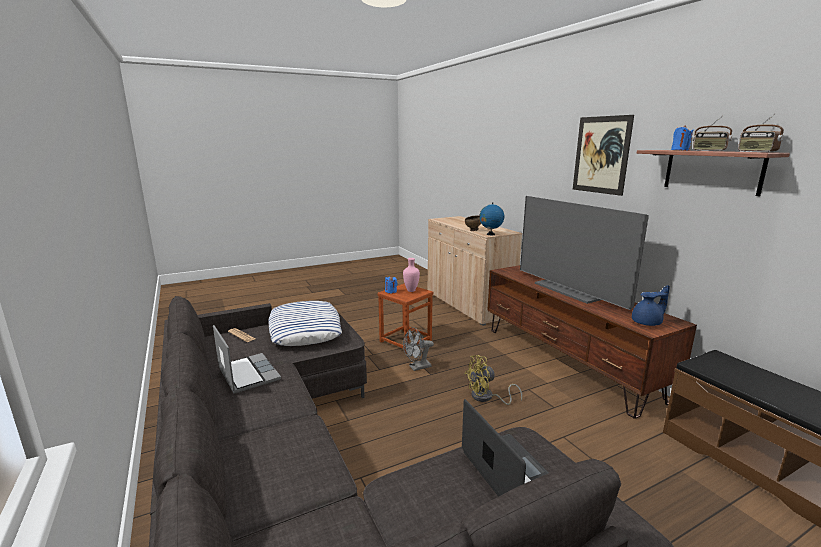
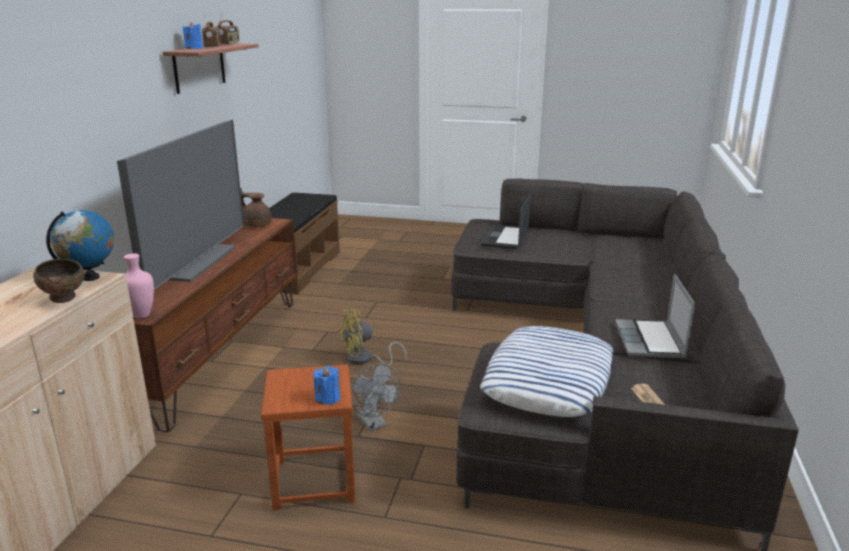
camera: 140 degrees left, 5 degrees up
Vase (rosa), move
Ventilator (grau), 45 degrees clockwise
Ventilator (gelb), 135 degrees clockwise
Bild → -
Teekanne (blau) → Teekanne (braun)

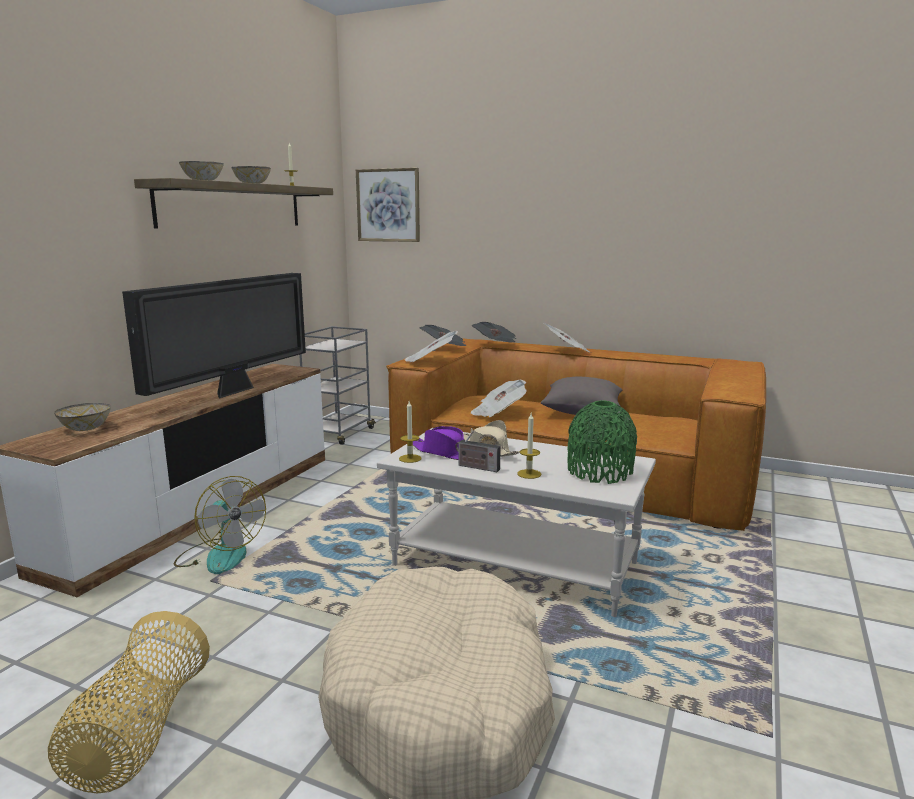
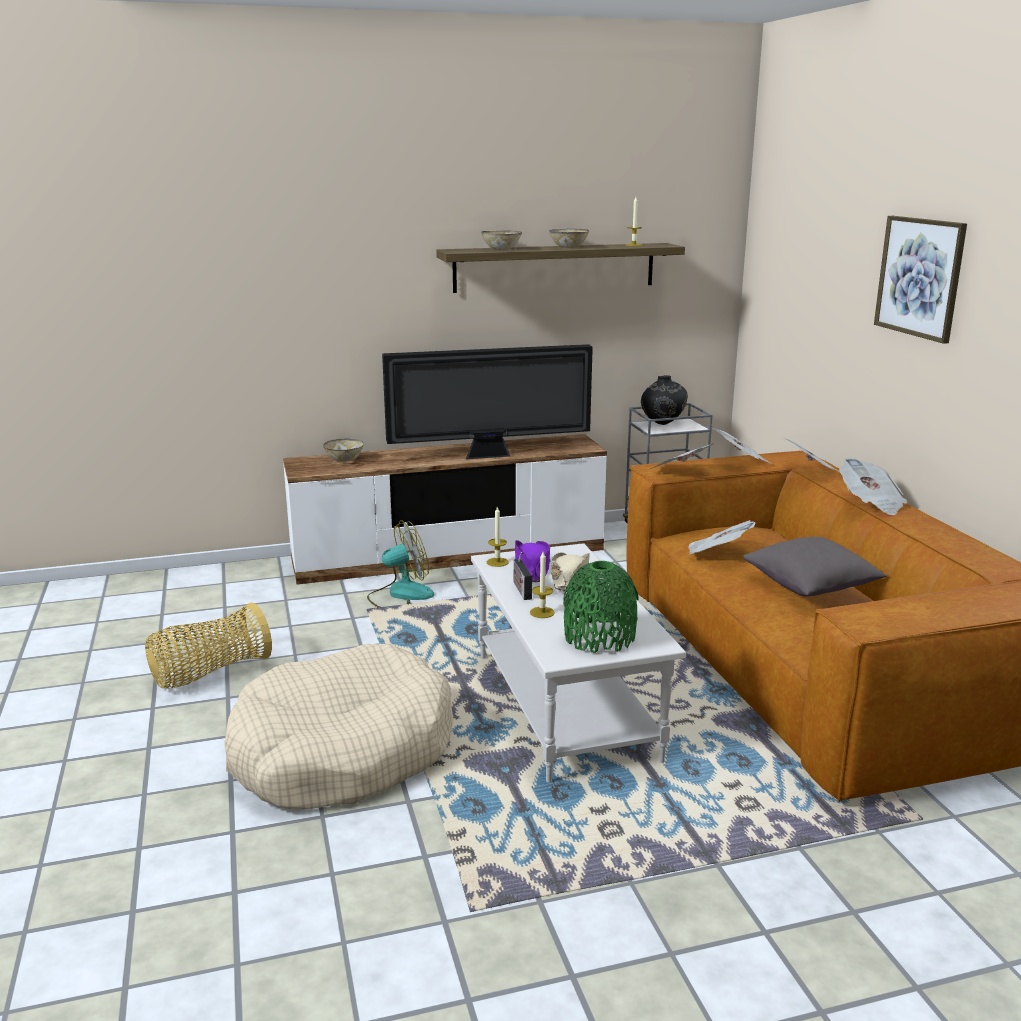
camera: 50 degrees right, 5 degrees up
Ventilator, 120 degrees counterclockwise
Bild, move
- → Vase (schwarz)

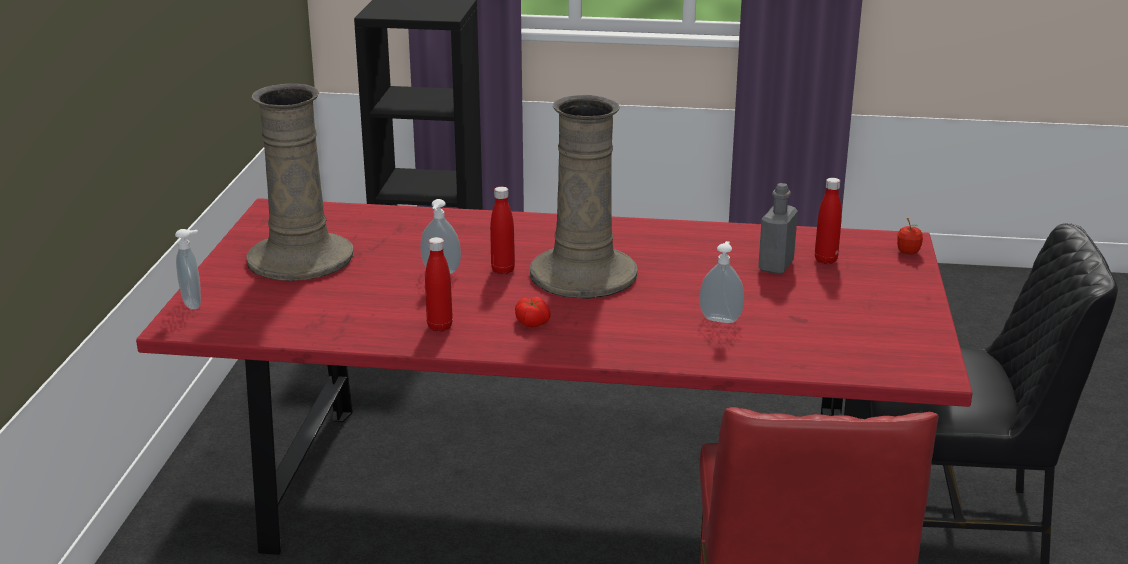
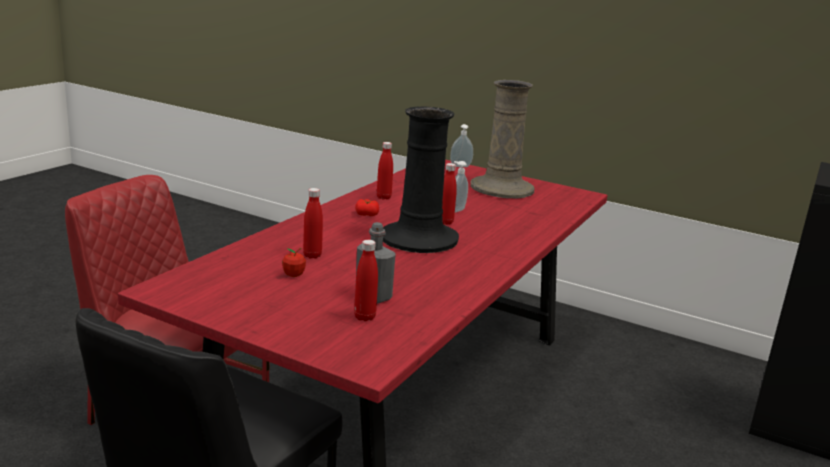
camera: 110 degrees right, 5 degrees down
Vase (beige) (2nd from left) → Vase (schwarz)
Seifenspender (3rd from left) → Flasche (rot) (1st from left)
Apfel, move

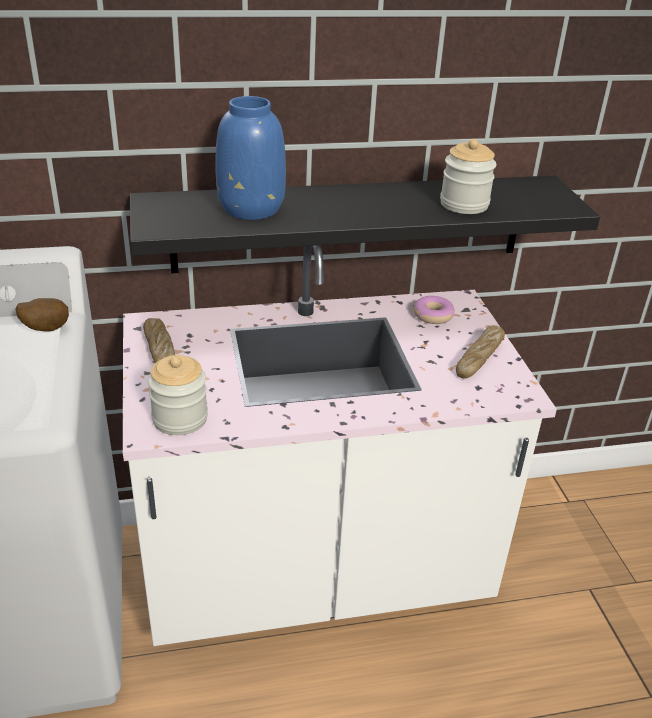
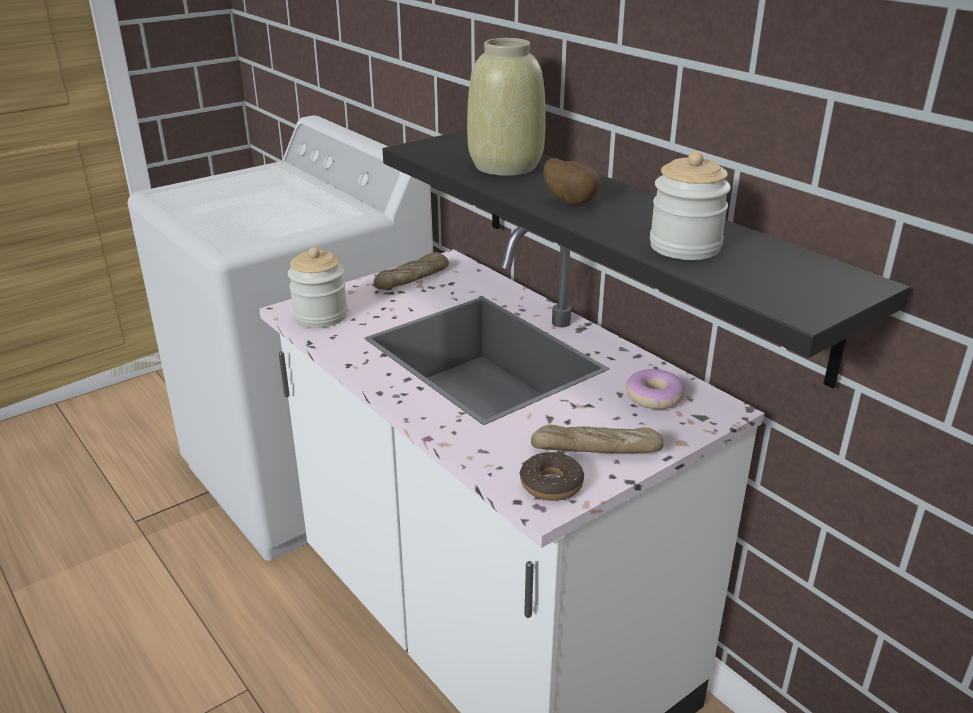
camera: 65 degrees right, 5 degrees down
Kartoffel, move
Vase (blau) → Vase (beige)
- → Donut (1st from left)

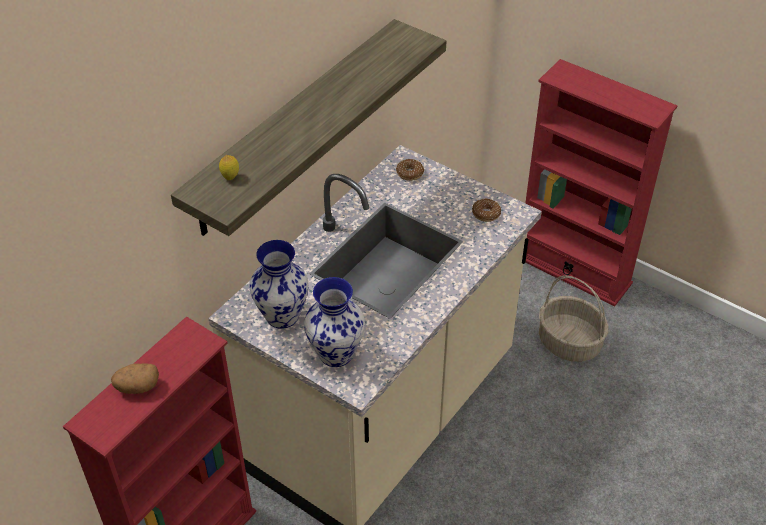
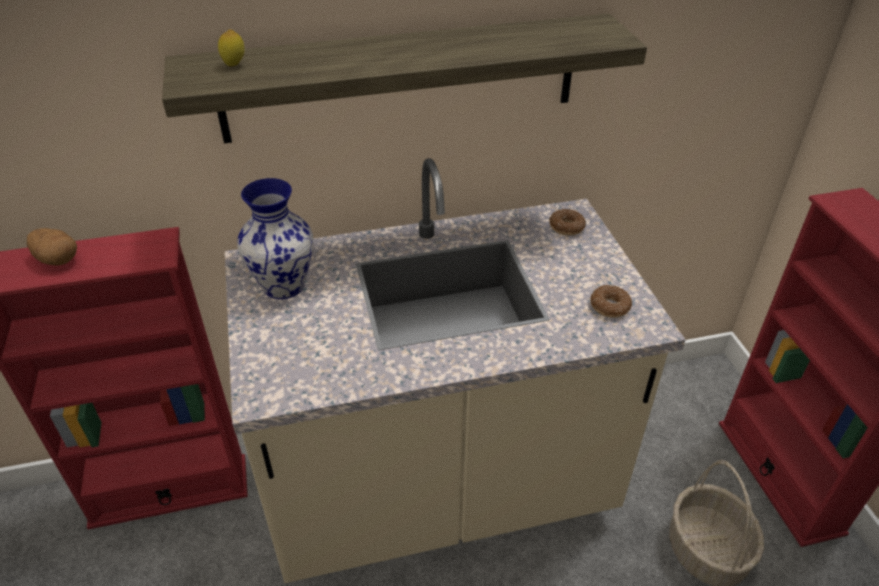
camera: 40 degrees right, 5 degrees down
Vase (2nd from left) → -

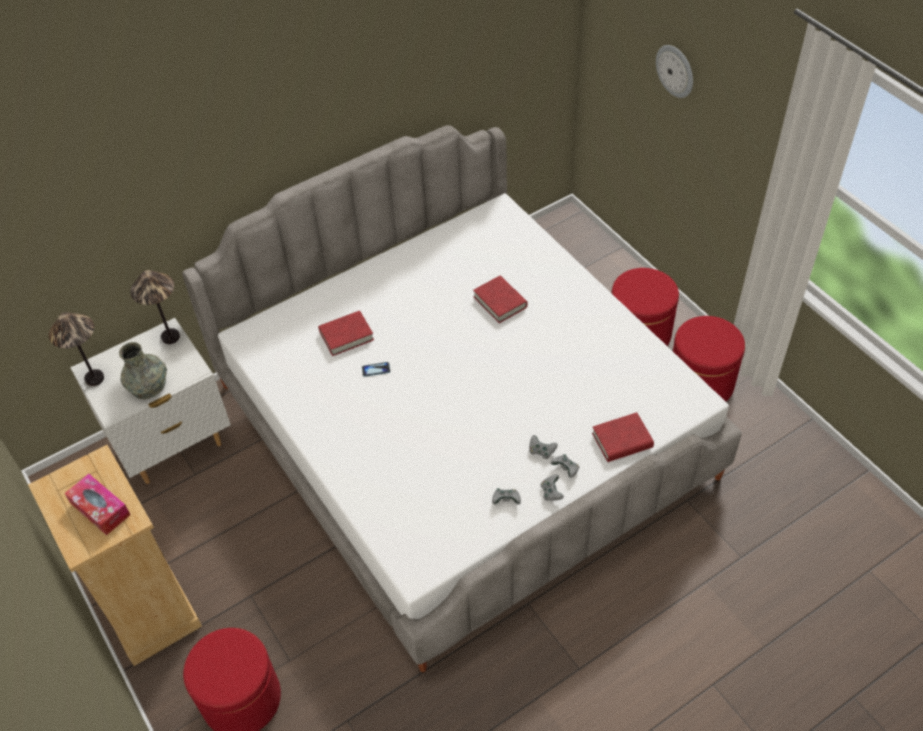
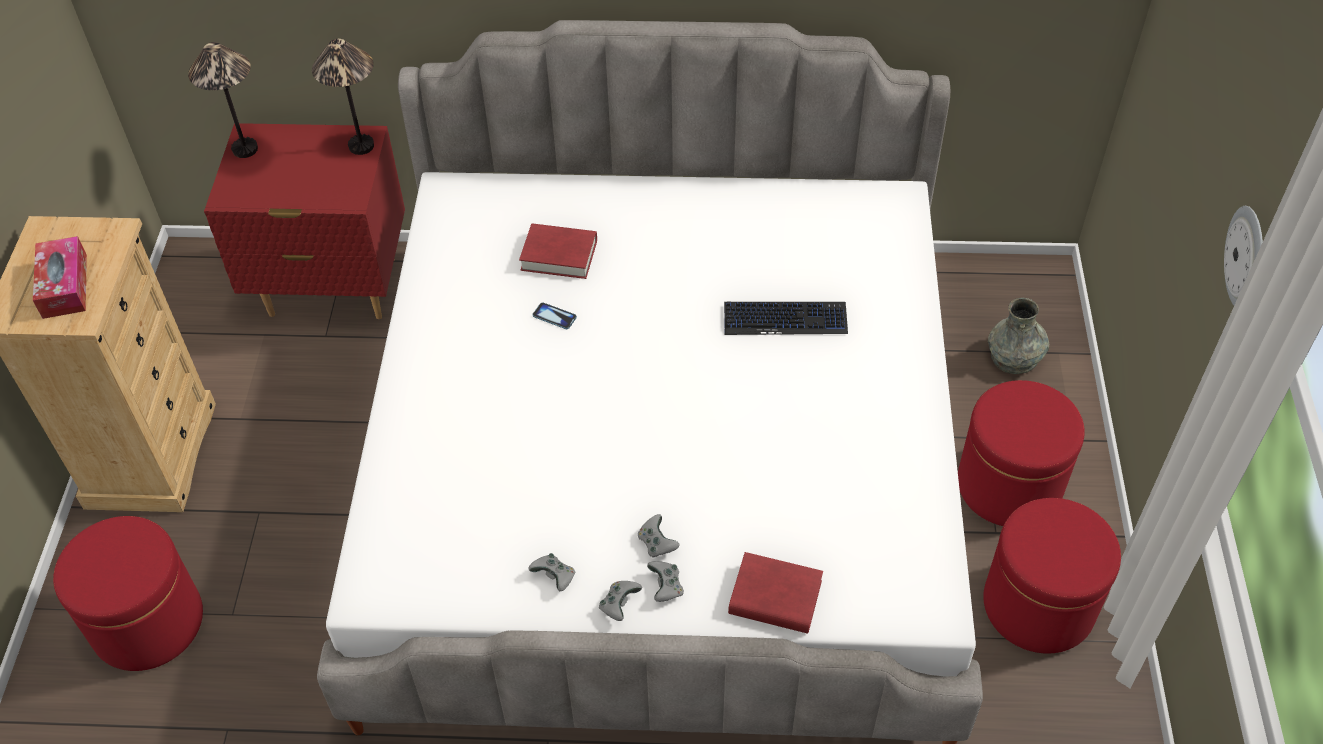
camera: 35 degrees right, 0 degrees up
Nachttisch (weiß) → Nachttisch (rot)
Vase (grau), move
Buch (rot) (2nd from left) → Tastatur
Wanduhr, move

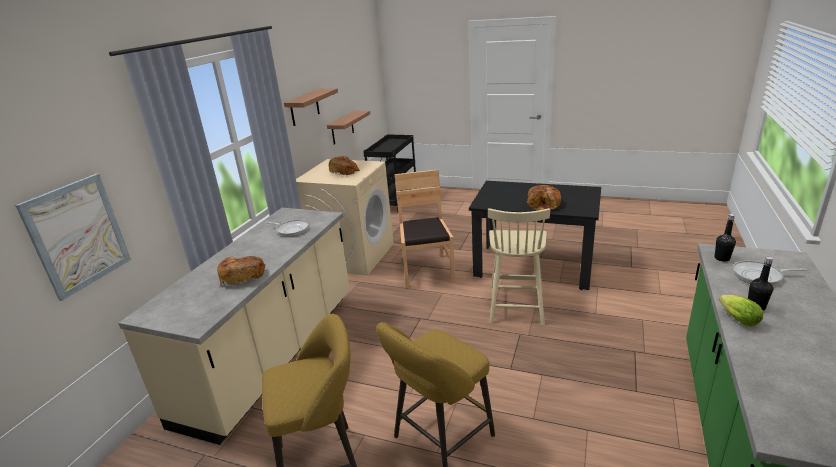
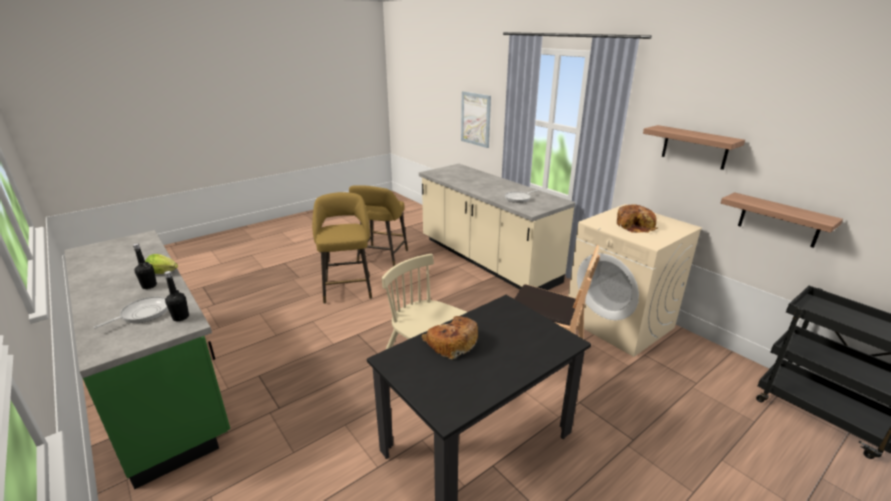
camera: 120 degrees right, 0 degrees up
Brot (1st from left) → -

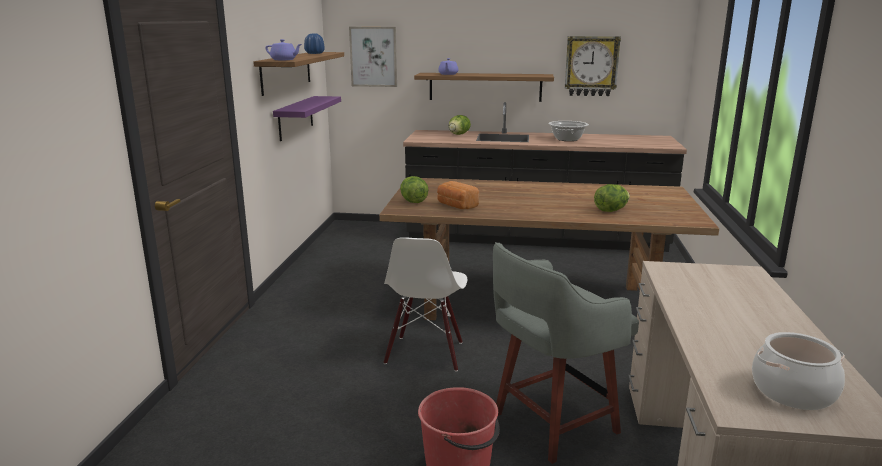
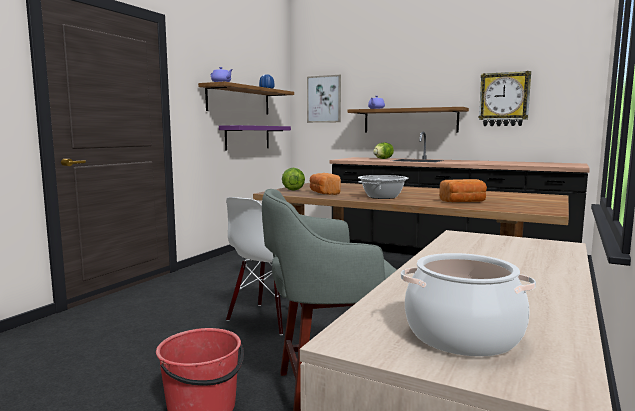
camera: 20 degrees right, 10 degrees down
Kochtopf (1st from left), move
Salatkopf (3rd from left) → Brot (2nd from left)

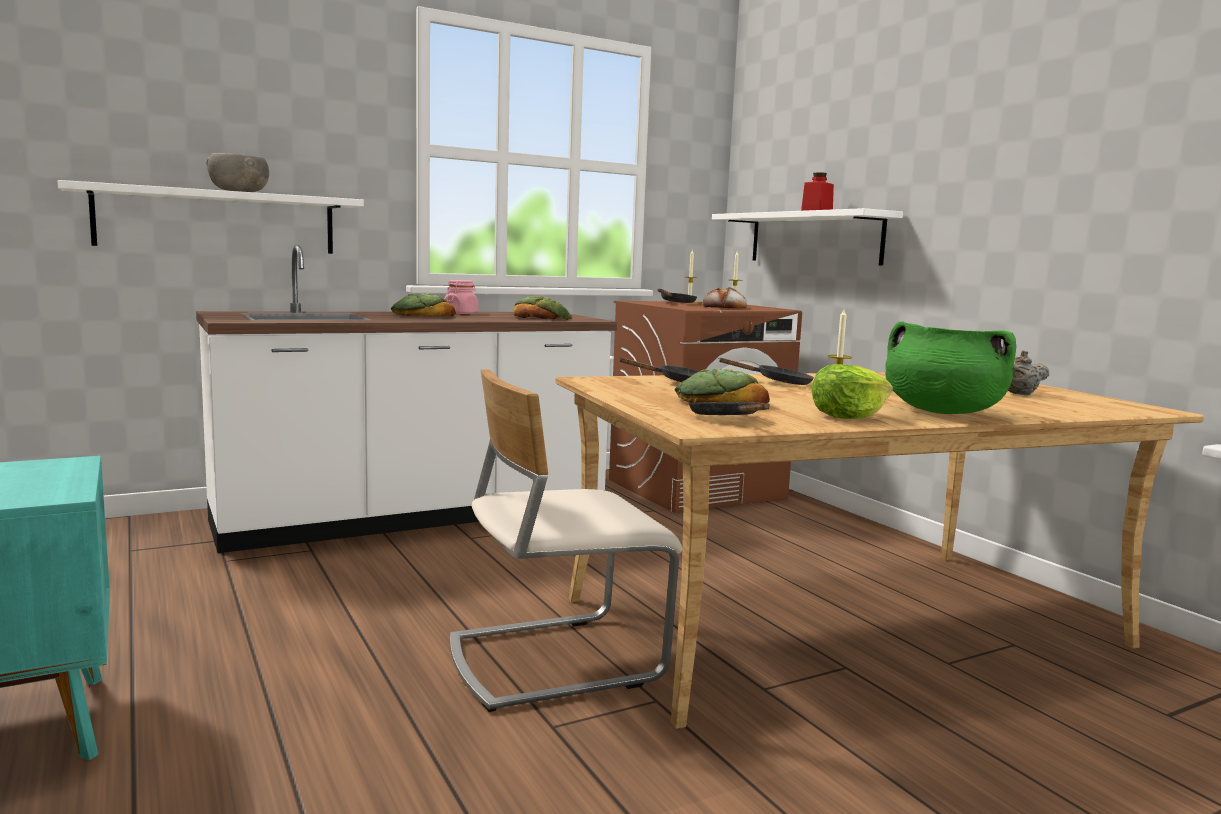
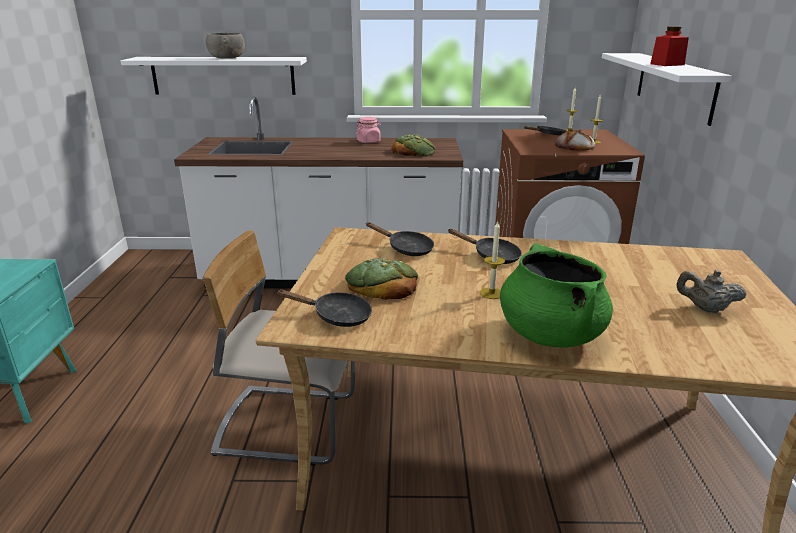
camera: 30 degrees right, 15 degrees up
Brot (1st from left) → -
Pfanne (schwarz) (3rd from left in the first image) → Pfanne (schwarz) (1st from left), 90 degrees clockwise
Salatkopf → -

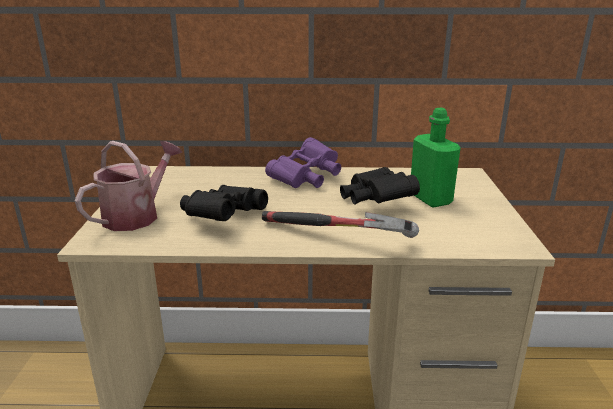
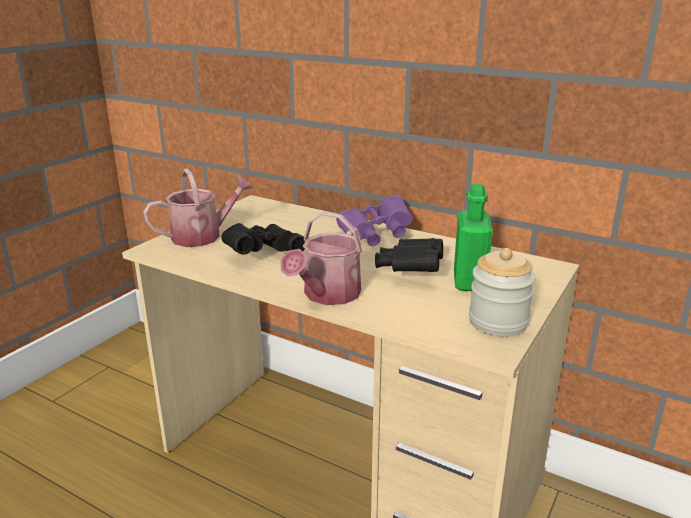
camera: 30 degrees right, 0 degrees up
Hammer → Gießkanne (2nd from left)
- → Vorratsglas

